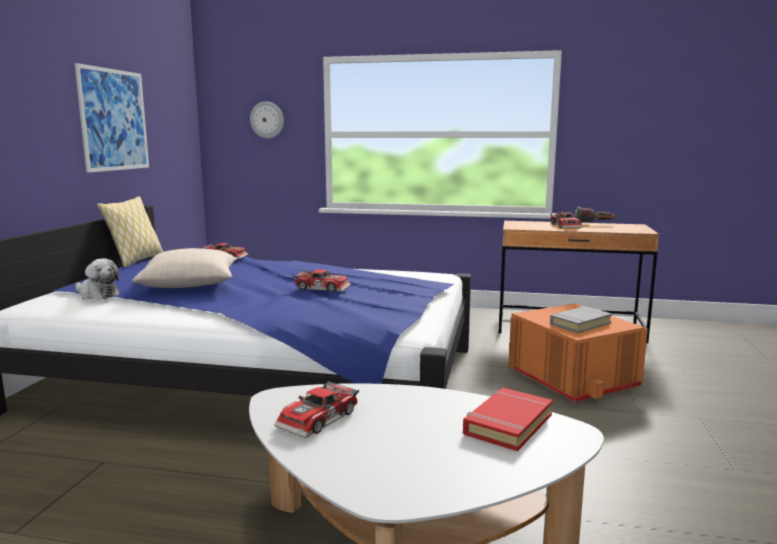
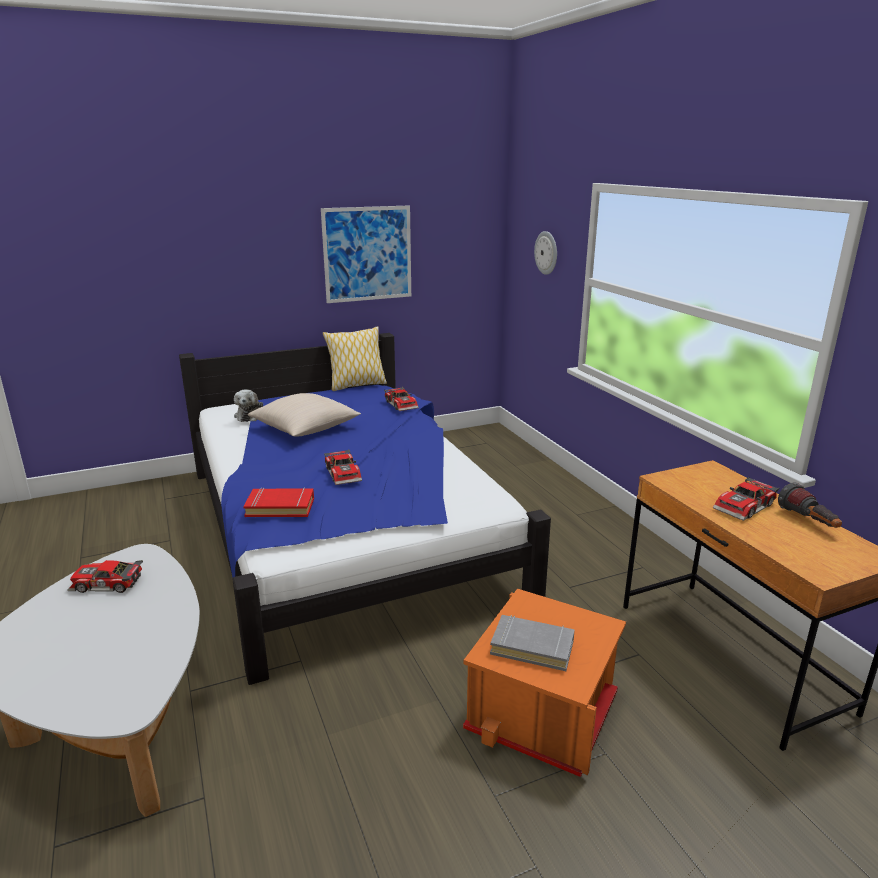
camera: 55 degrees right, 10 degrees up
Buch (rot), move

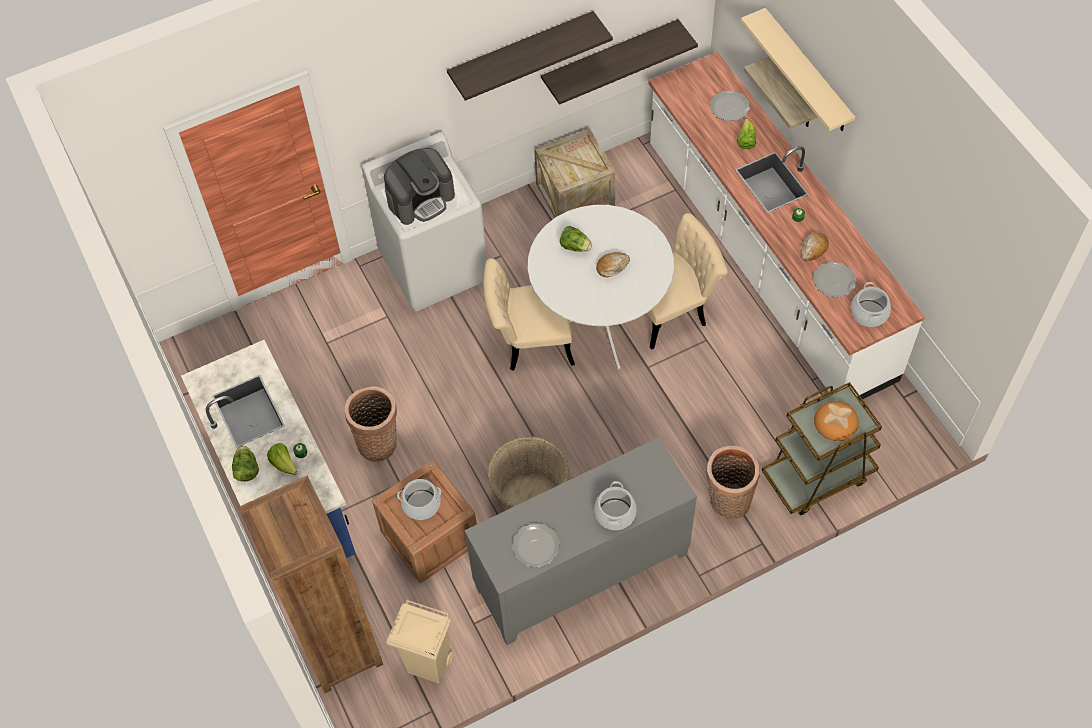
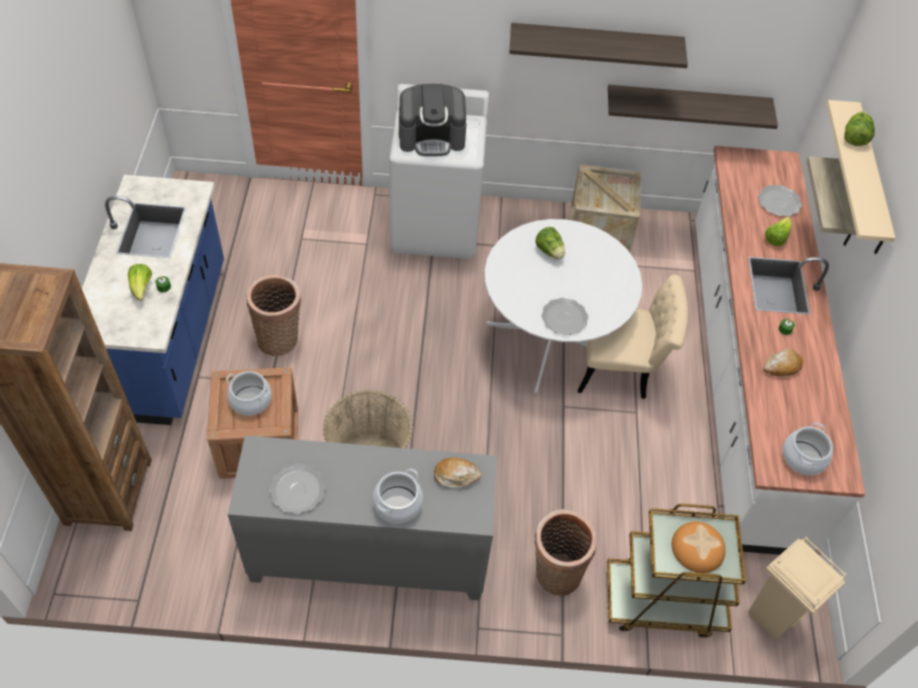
camera: 25 degrees right, 5 degrees down
Salatkopf (1st from left in the first image) → Salatkopf (4th from left), move
Mülleimer (beige), move
Stuhl (beige) (1st from left) → -
Brot (1st from left), move
Teller (3rd from left in the first image) → Teller (2nd from left), move

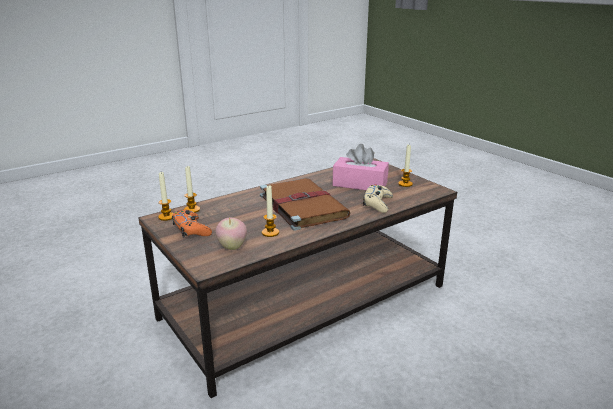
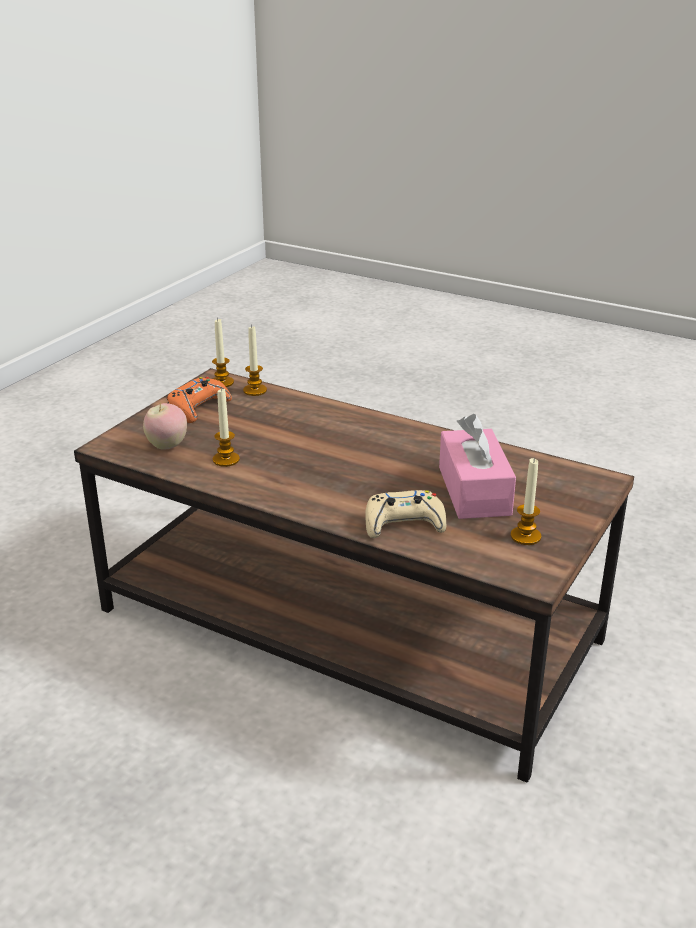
camera: 65 degrees right, 5 degrees up
Buch (braun) → -

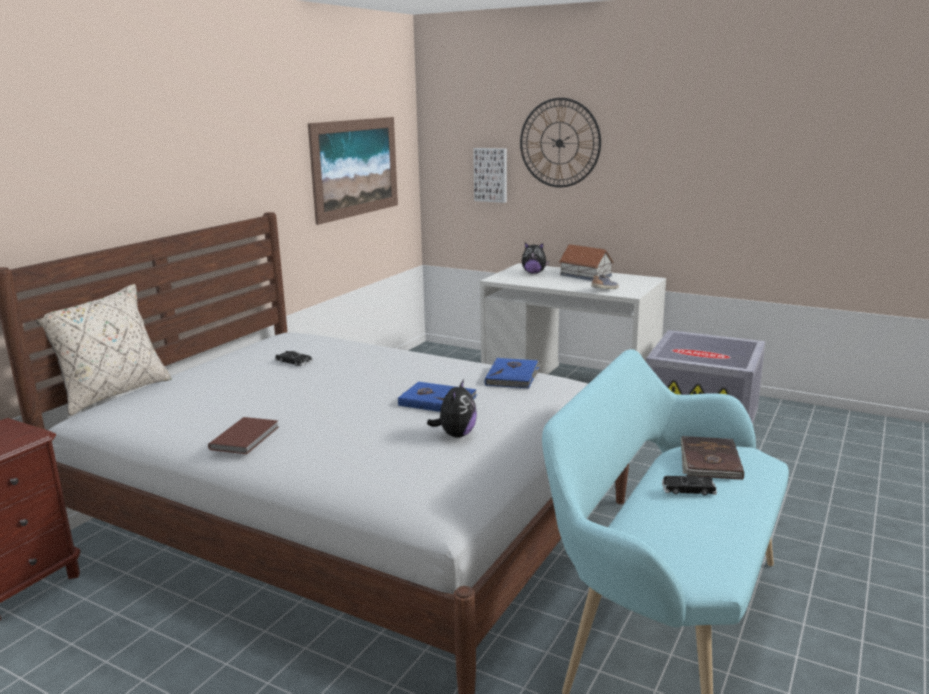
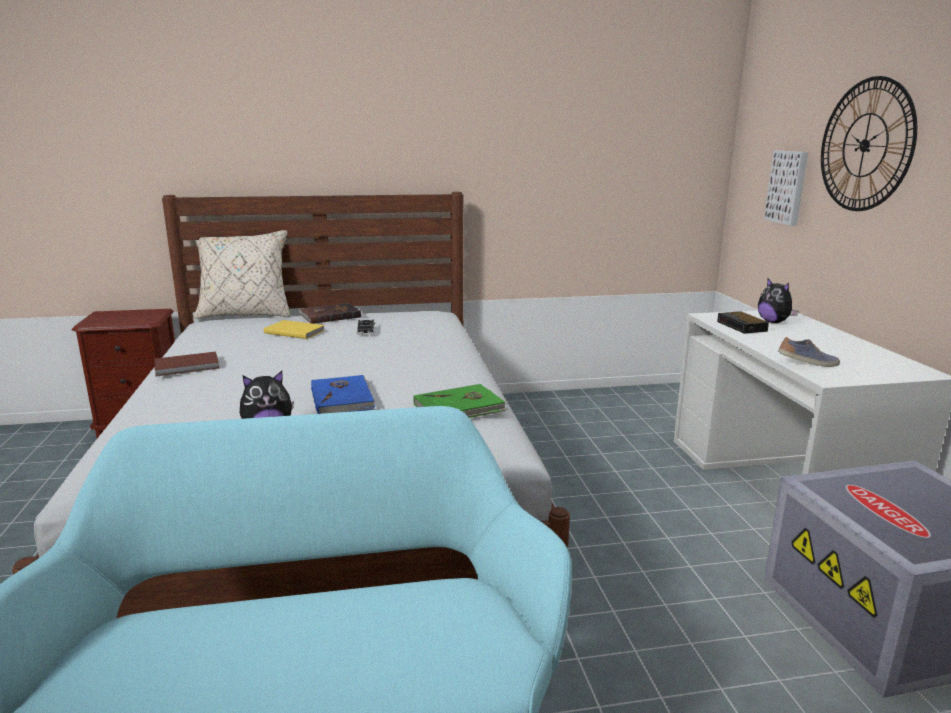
camera: 50 degrees right, 0 degrees up
Bild (1st from left) → -
Buch (blau) (2nd from left) → Buch (grün)
Spielzeughaus → -
Spielzeugauto (schwarz) (2nd from left) → -
Buch (braun) (2nd from left), move
- → Buch (gelb)
- → Wecker

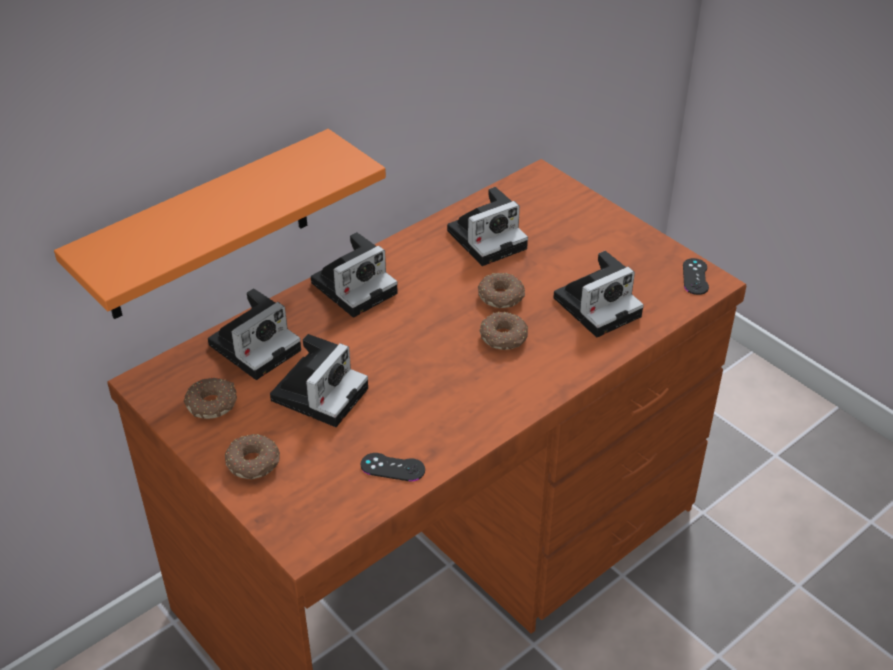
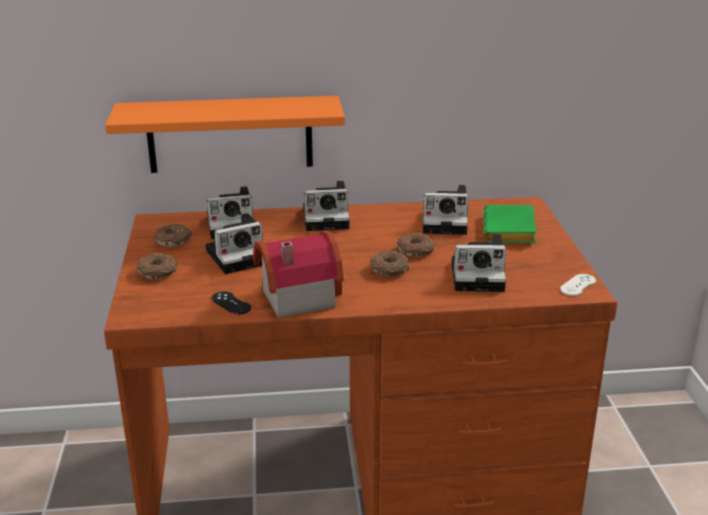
camera: 35 degrees right, 15 degrees down
Gamepad (schwarz) (2nd from left) → Gamepad (weiß)
- → Spielzeughaus
- → Buch (grün)

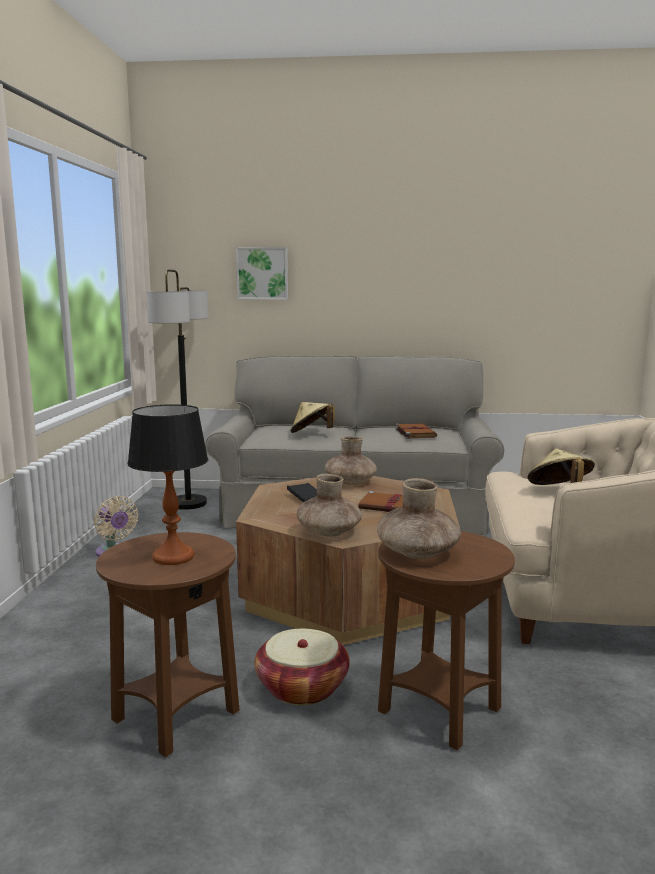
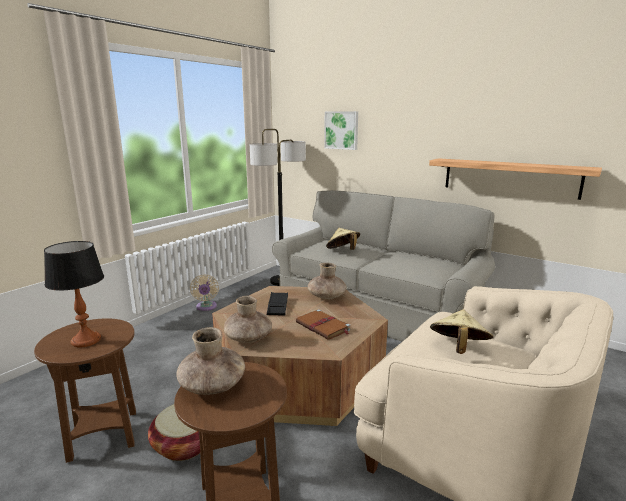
camera: 30 degrees right, 5 degrees up
Buch (braun) (2nd from left) → -
- → Wandregal

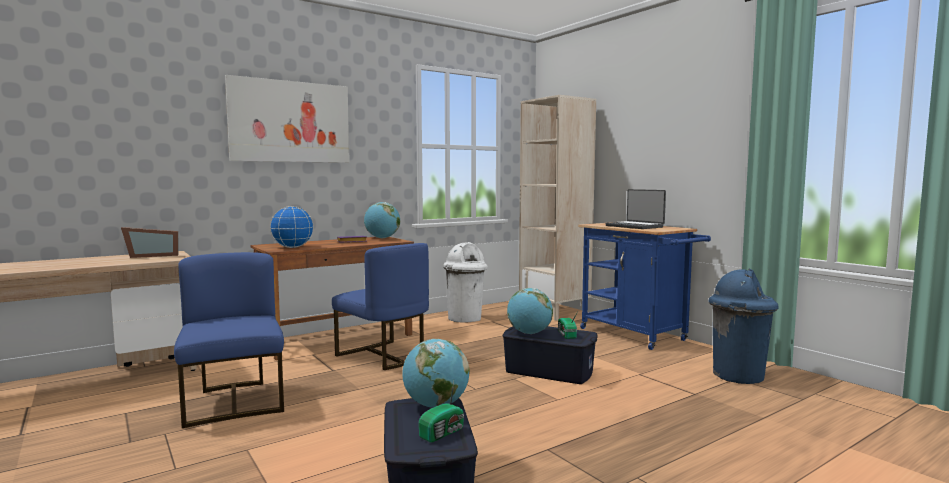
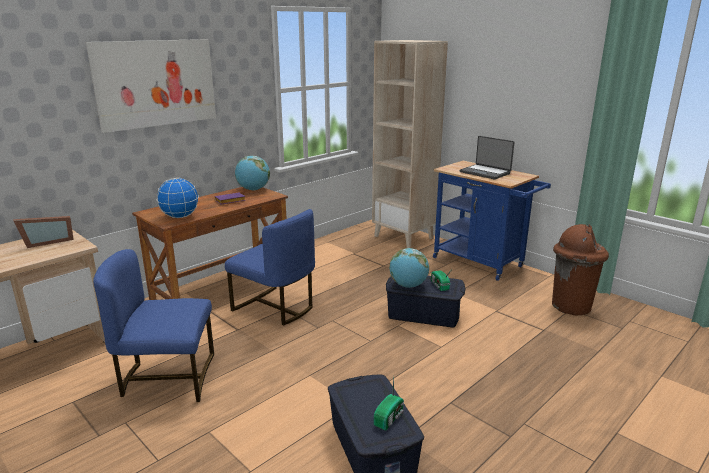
camera: 10 degrees left, 15 degrees up
Stuhl (blau) (1st from left), 60 degrees counterclockwise
Globus (3rd from left) → -
Mülleimer (weiß) → -
Mülleimer (blau) → Mülleimer (braun)

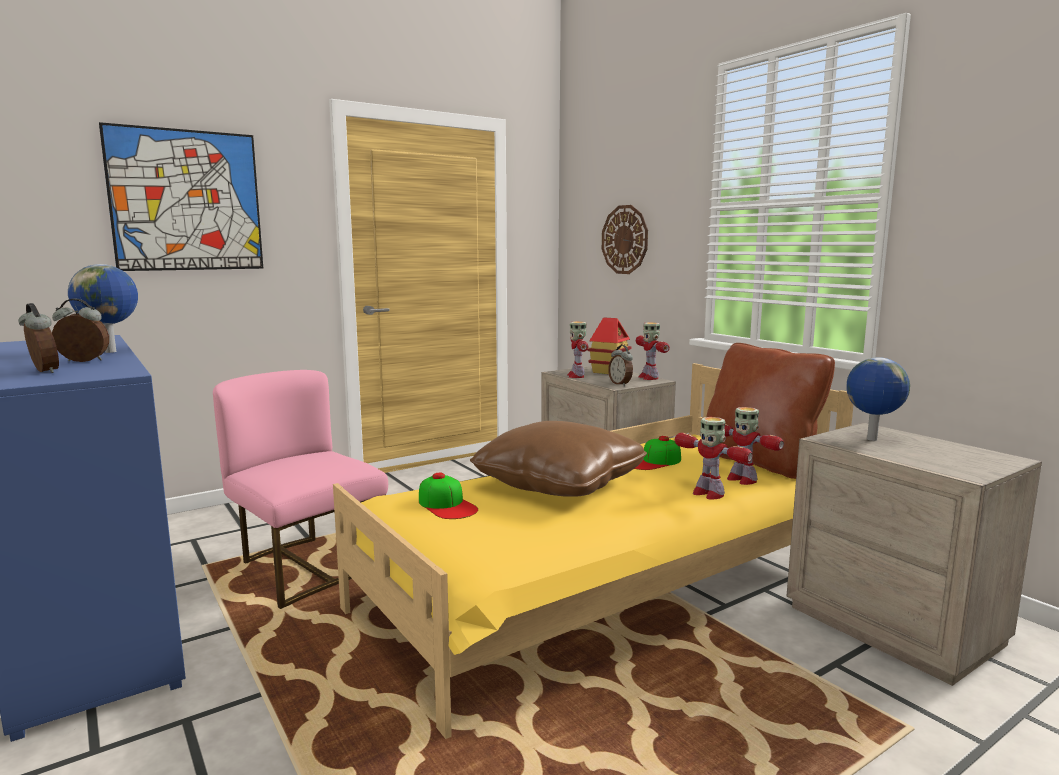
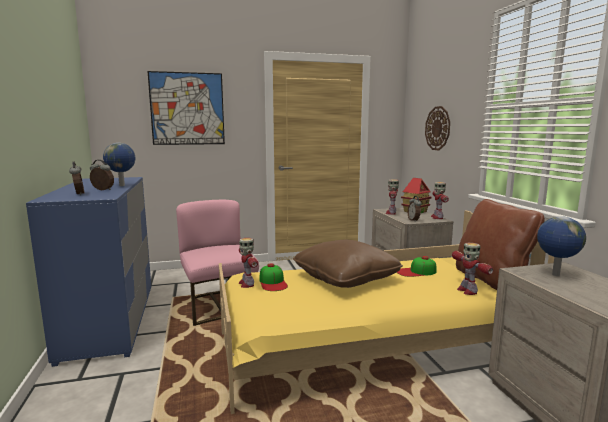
camera: 20 degrees right, 0 degrees up
Spielzeugroboter (3rd from left in the first image) → Spielzeugroboter (1st from left), move

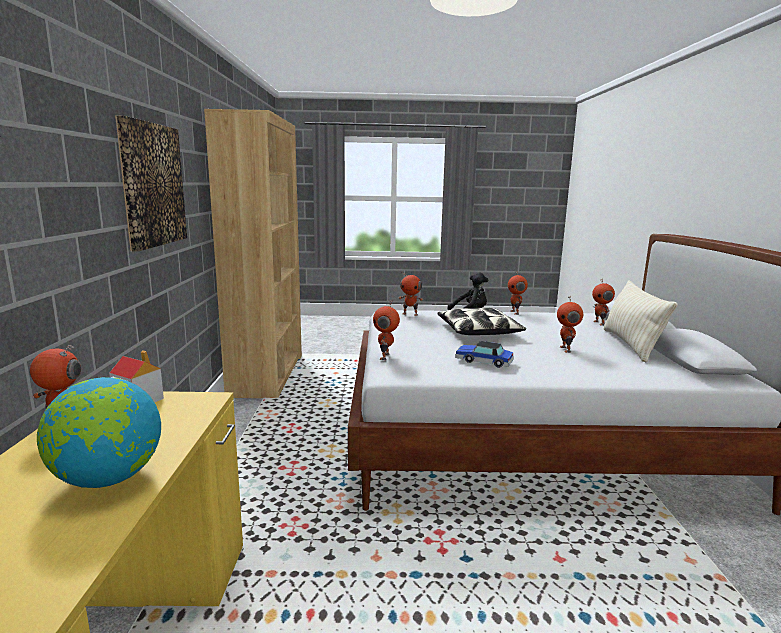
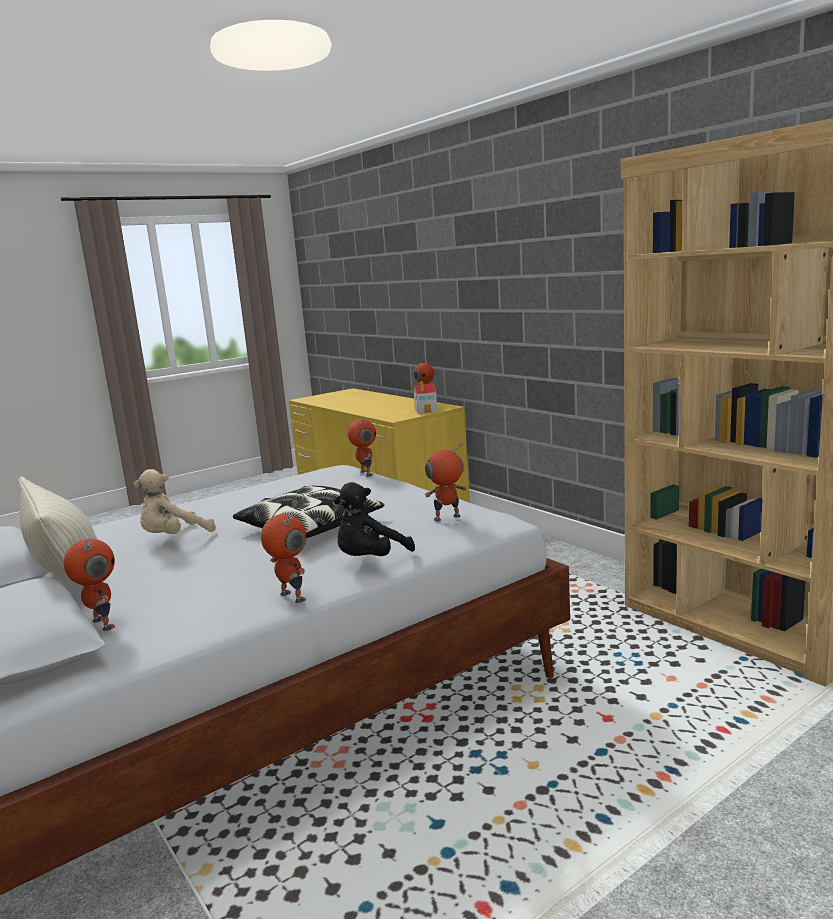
camera: 145 degrees right, 0 degrees up
Globus → -
Bild → -
Spielzeugauto → -
Spielzeugroboter (5th from left) → Plüschtier (beige)

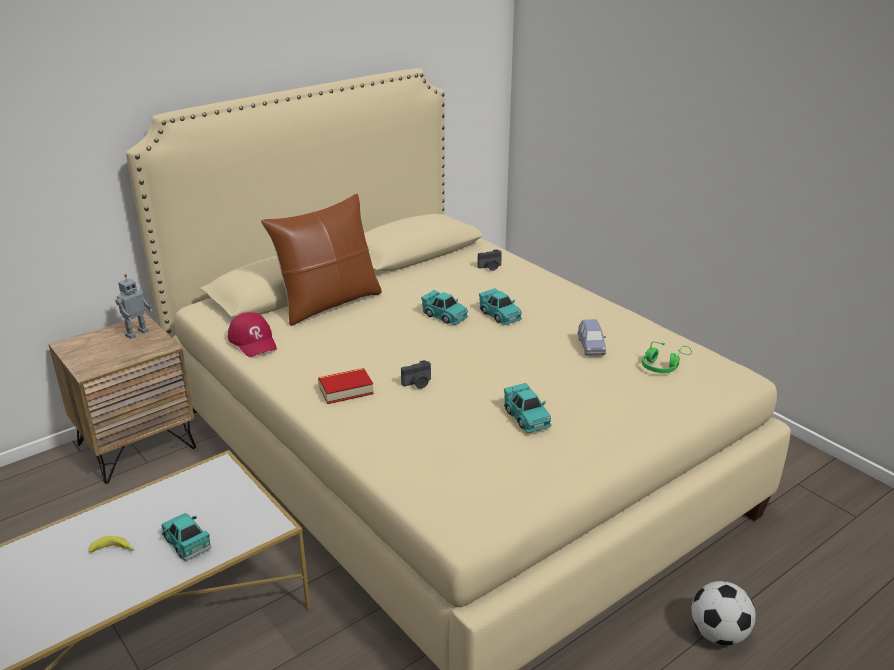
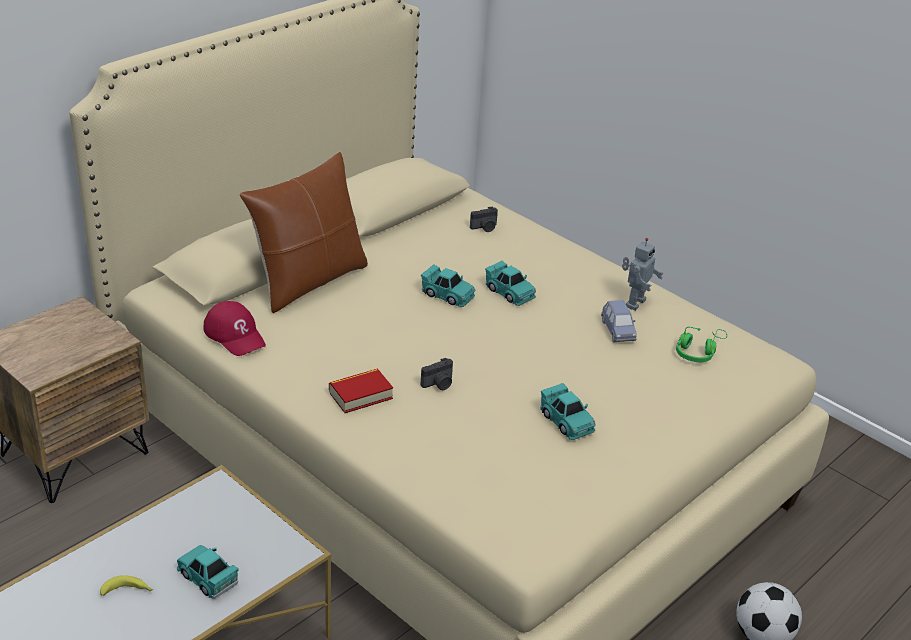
camera: 10 degrees left, 5 degrees up
Spielzeugroboter, move

